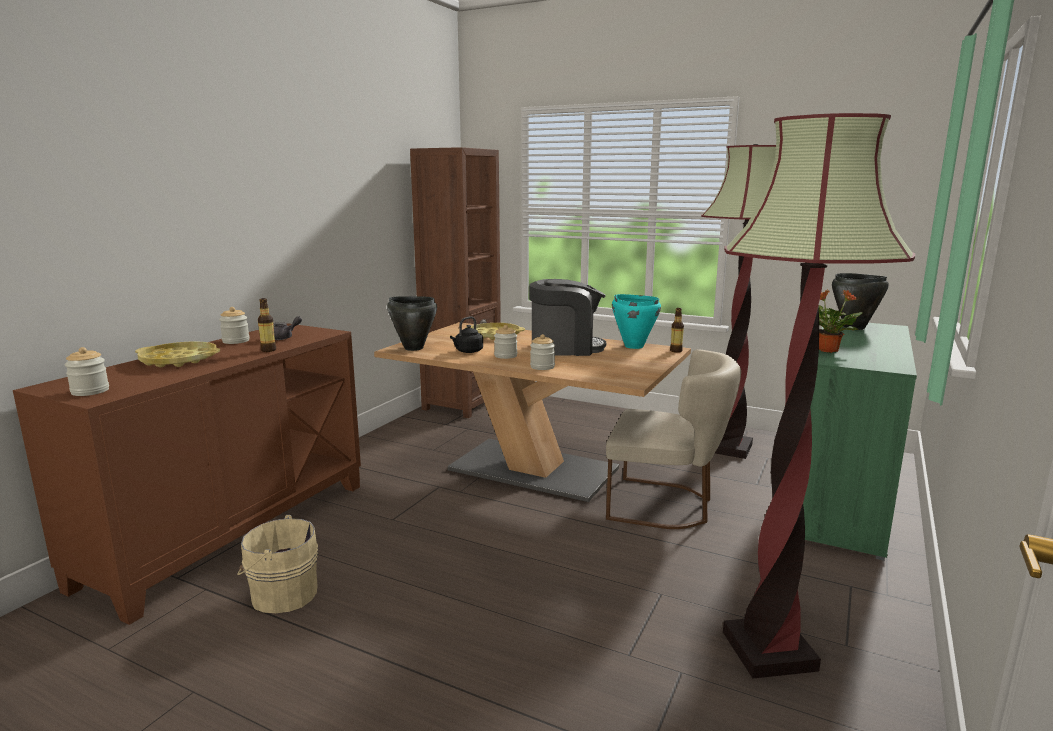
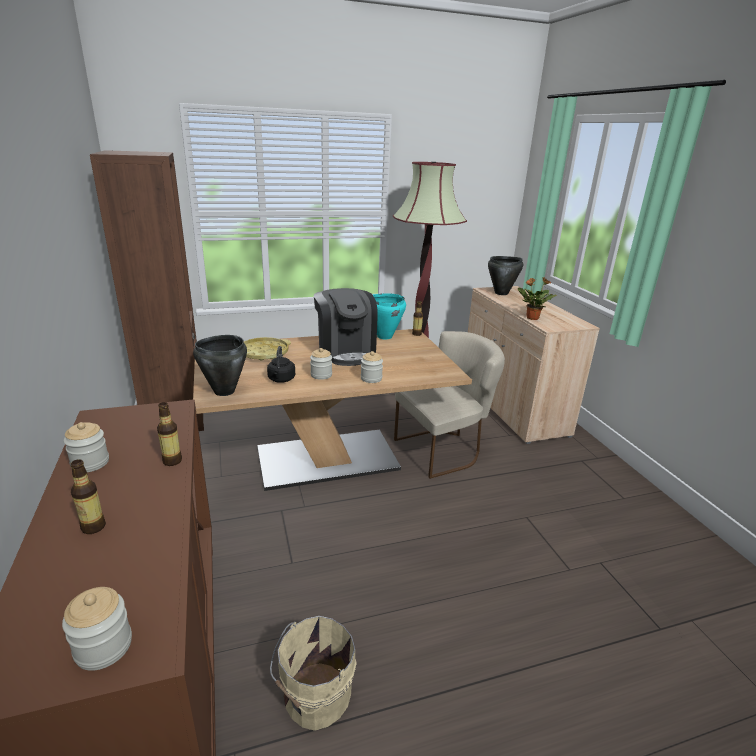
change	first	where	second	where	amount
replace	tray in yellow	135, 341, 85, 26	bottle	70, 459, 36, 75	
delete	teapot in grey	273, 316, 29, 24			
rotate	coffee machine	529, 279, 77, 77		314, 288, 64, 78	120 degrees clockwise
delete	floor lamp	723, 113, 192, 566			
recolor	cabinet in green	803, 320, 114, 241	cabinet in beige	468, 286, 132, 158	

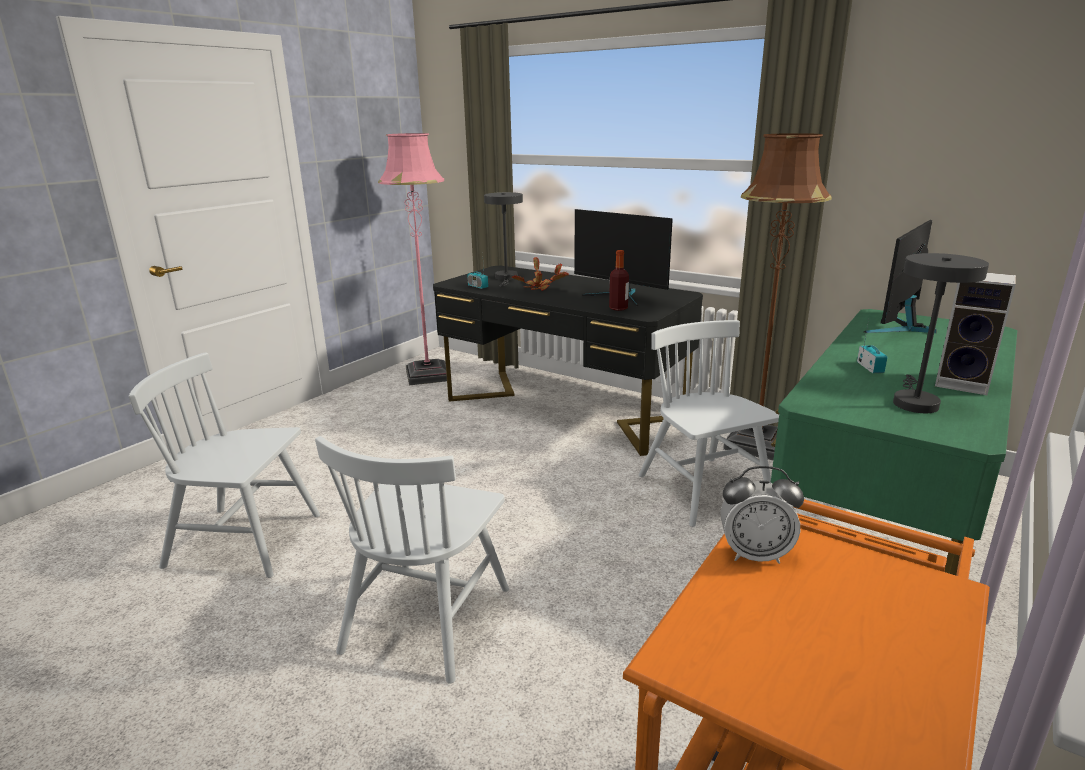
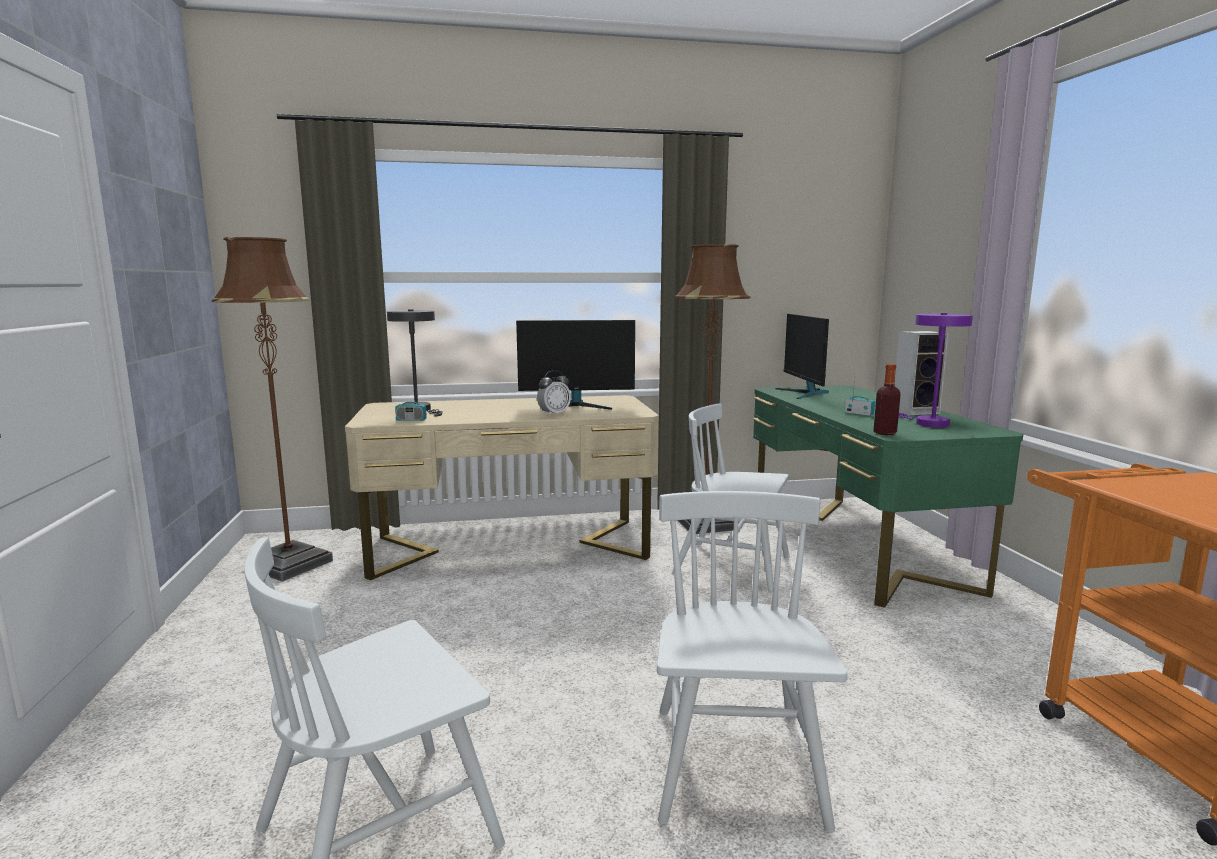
change	first	where	second	where	amount
rotate	chair in white	315, 436, 194, 248		657, 491, 191, 342	150 degrees counterclockwise
recolor	floor lamp in pink	378, 133, 69, 252	floor lamp in brown	212, 237, 121, 345	
recolor	desk in black	433, 266, 270, 190	desk in beige	345, 395, 314, 185	
delete	potted plant	512, 257, 57, 34			
move	bottle	609, 250, 20, 61		873, 364, 28, 71	
move	alarm clock	720, 466, 84, 98		537, 370, 34, 46	
recolor	table lamp in grey	893, 253, 96, 160	table lamp in purple	899, 313, 74, 115	

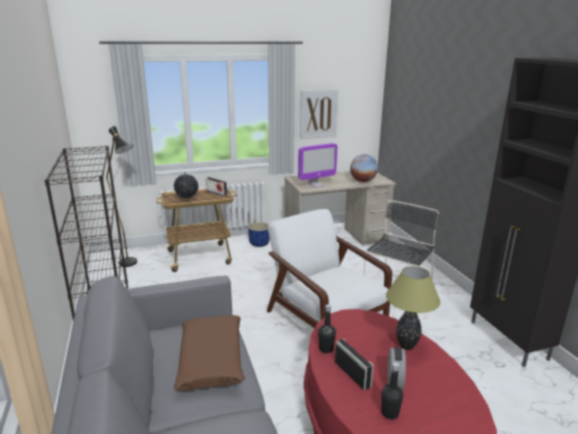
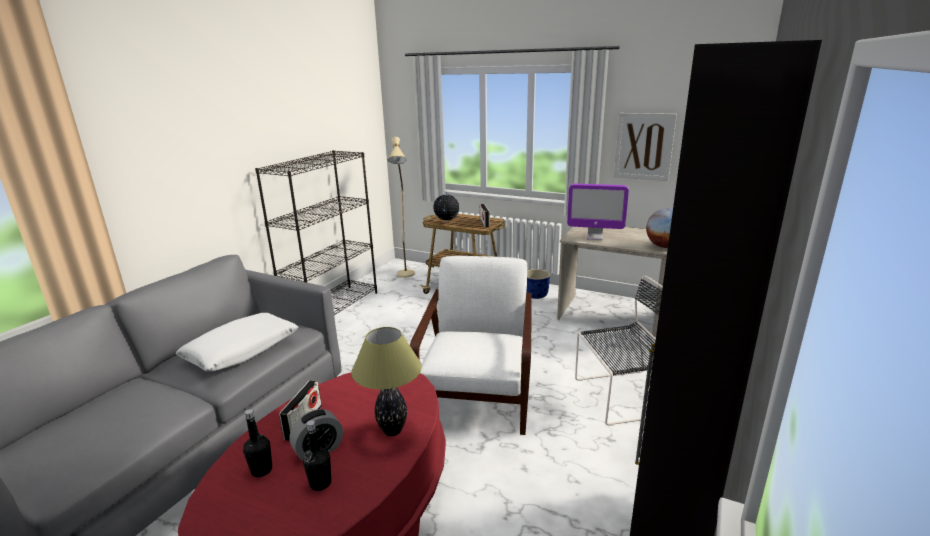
change	first	where	second	where	amount
recolor	floor lamp in black	106, 126, 31, 141	floor lamp in beige	387, 137, 28, 141	
recolor	pillow in brown	174, 315, 71, 75	pillow in white	176, 313, 122, 58	
move	bottle in black	318, 305, 18, 48		303, 420, 28, 71	

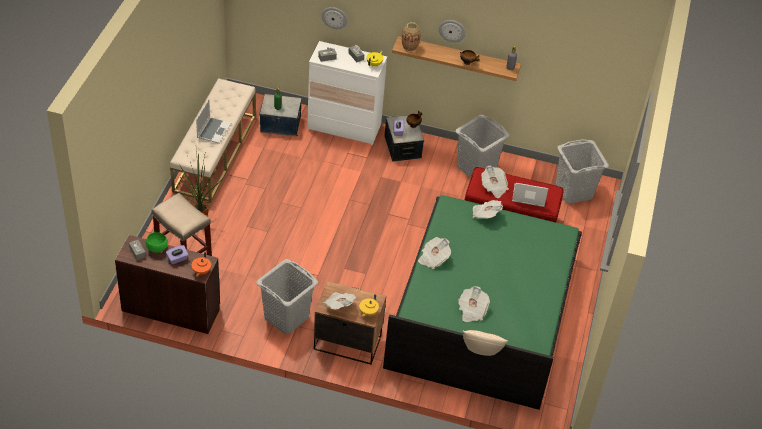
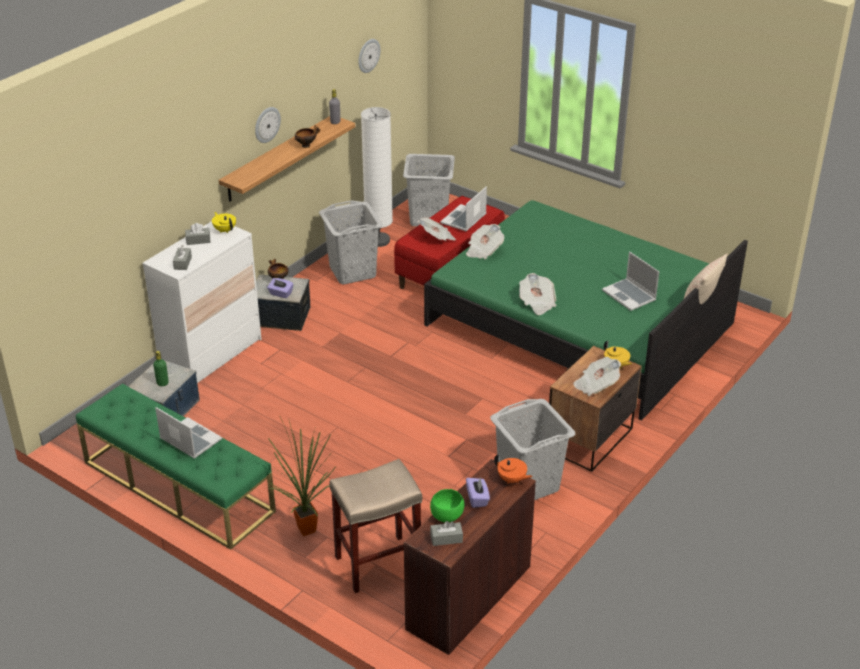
change	first	where	second	where	amount
recolor	bench in beige	170, 78, 86, 124	bench in green	76, 383, 200, 167	
move	wall clock	322, 7, 26, 22		358, 39, 23, 34	
delete	vase	402, 22, 19, 30			
replace	newspaper	458, 286, 32, 36	laptop	602, 251, 57, 60	
insert			floor lamp in white	361, 107, 32, 140	

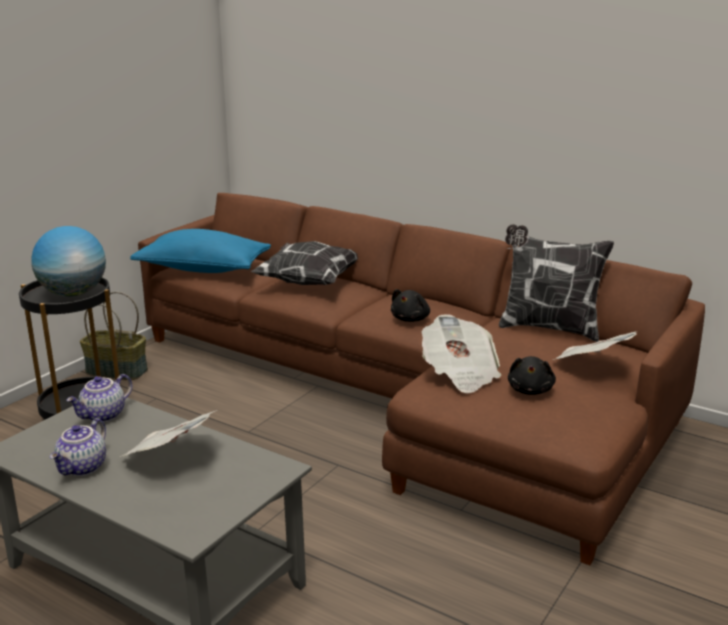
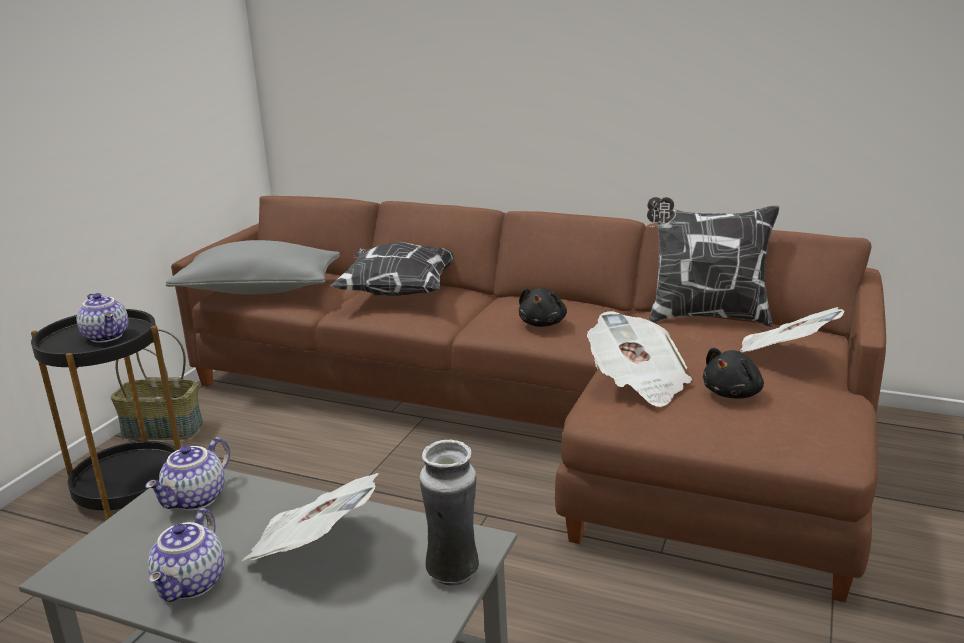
change	first	where	second	where	amount
replace	globe	31, 226, 75, 71	teapot	76, 293, 52, 50	
recolor	pillow in blue	130, 229, 141, 44	pillow in grey	166, 240, 174, 54	
rotate	plush toy in black	508, 356, 48, 39		703, 348, 61, 51	45 degrees clockwise
insert			vase	420, 440, 59, 146	

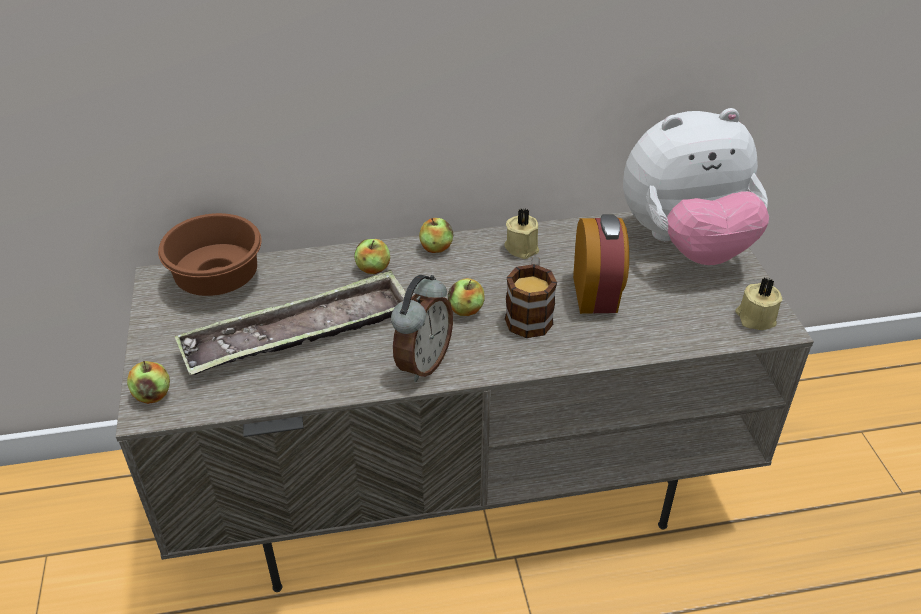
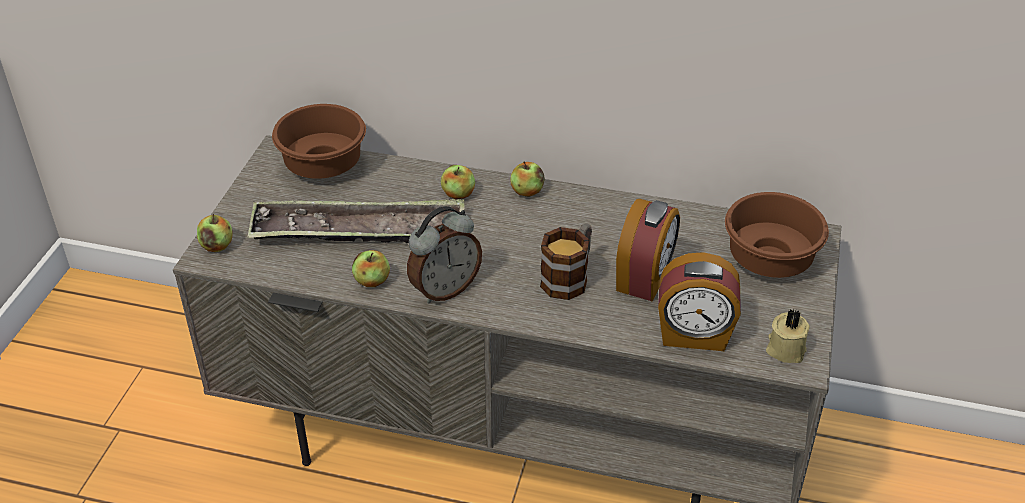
change	first	where	second	where	amount
move	apple	448, 278, 37, 38		352, 250, 38, 37	
delete	candle in beige	504, 208, 35, 51			
replace	plush toy	623, 108, 146, 157	bowl in brown	725, 192, 104, 86	
insert			alarm clock	658, 252, 83, 99	

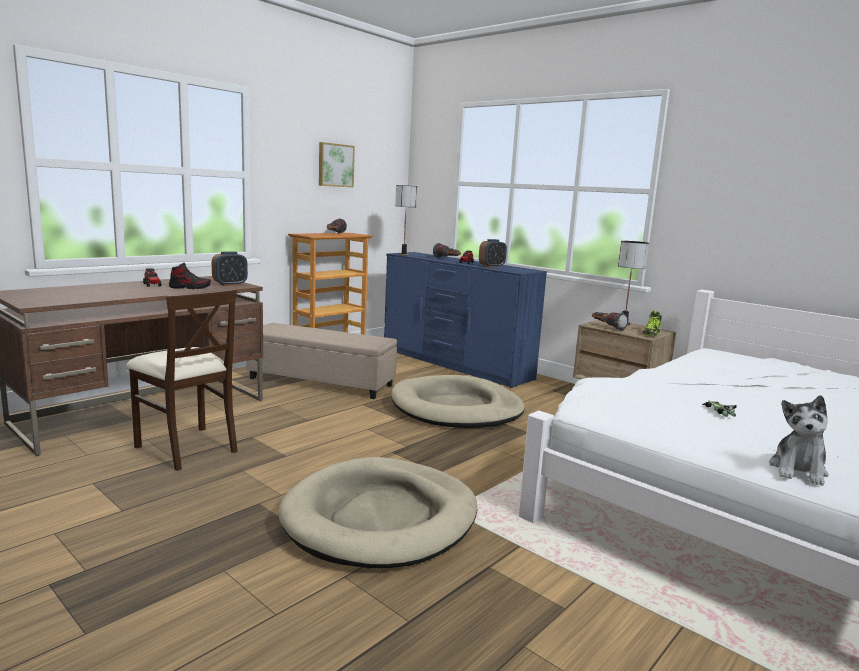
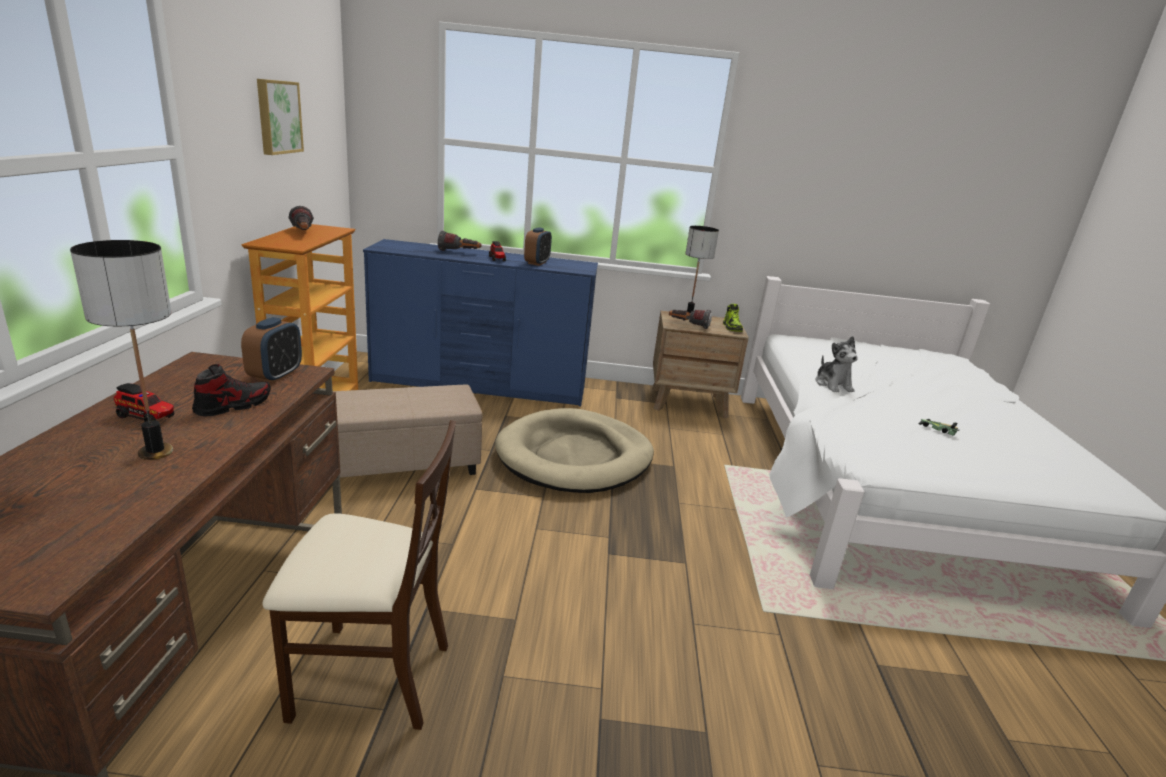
change	first	where	second	where	amount
delete	dog bed in beige	278, 457, 199, 111			
move	table lamp	395, 185, 23, 71		70, 240, 103, 220	
move	plush toy	769, 395, 60, 91		815, 336, 43, 56	

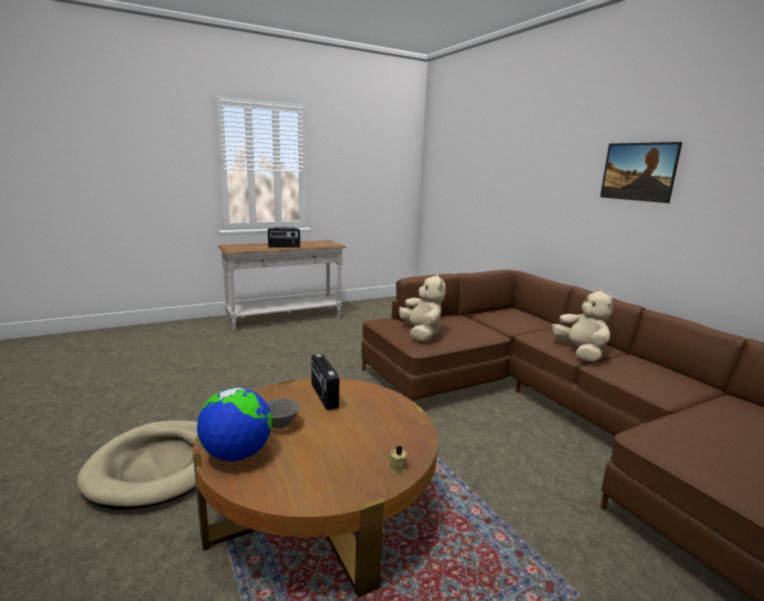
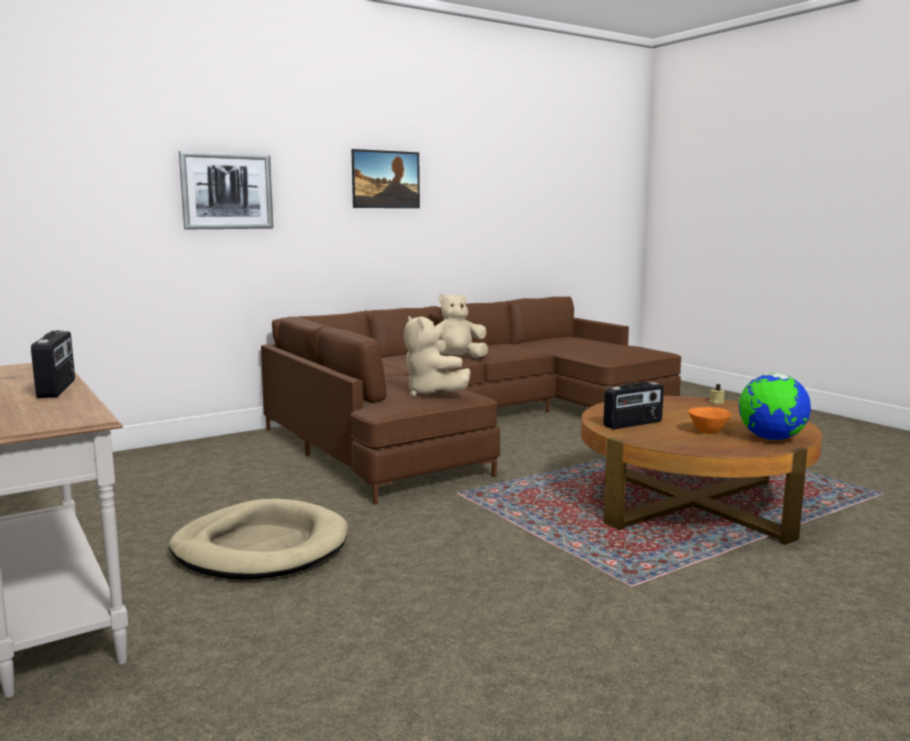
change	first	where	second	where	amount
move	dog bed in beige	76, 420, 122, 90		169, 499, 179, 80	
recolor	bowl in grey	266, 398, 34, 31	bowl in orange	688, 407, 43, 27	
rotate	plush toy in beige	399, 274, 47, 67		404, 316, 67, 81	105 degrees counterclockwise
insert			picture	179, 151, 95, 78	

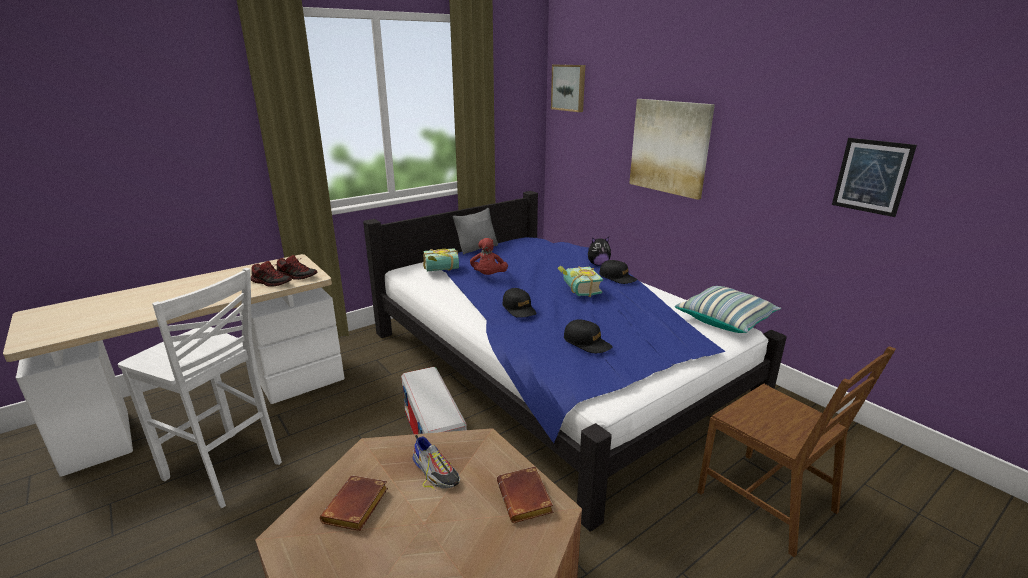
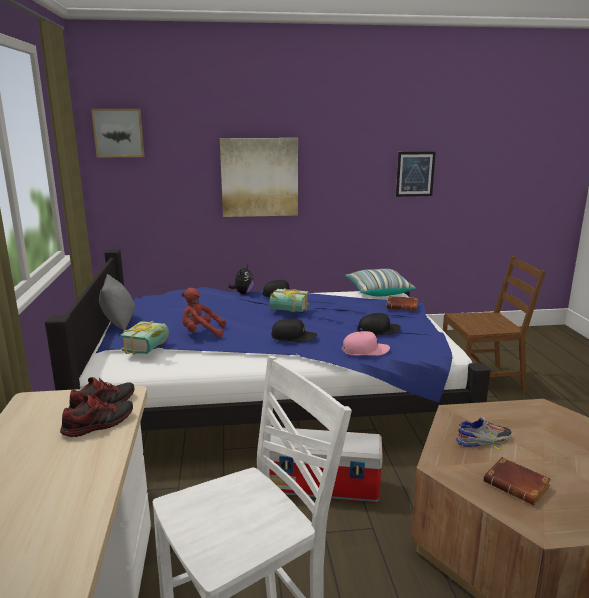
change	first	where	second	where	amount
rotate	plush toy in red	470, 238, 38, 37		181, 288, 45, 50	150 degrees clockwise
move	book in brown	497, 466, 56, 57		387, 296, 31, 15	
insert			cap in pink	342, 331, 48, 25	

